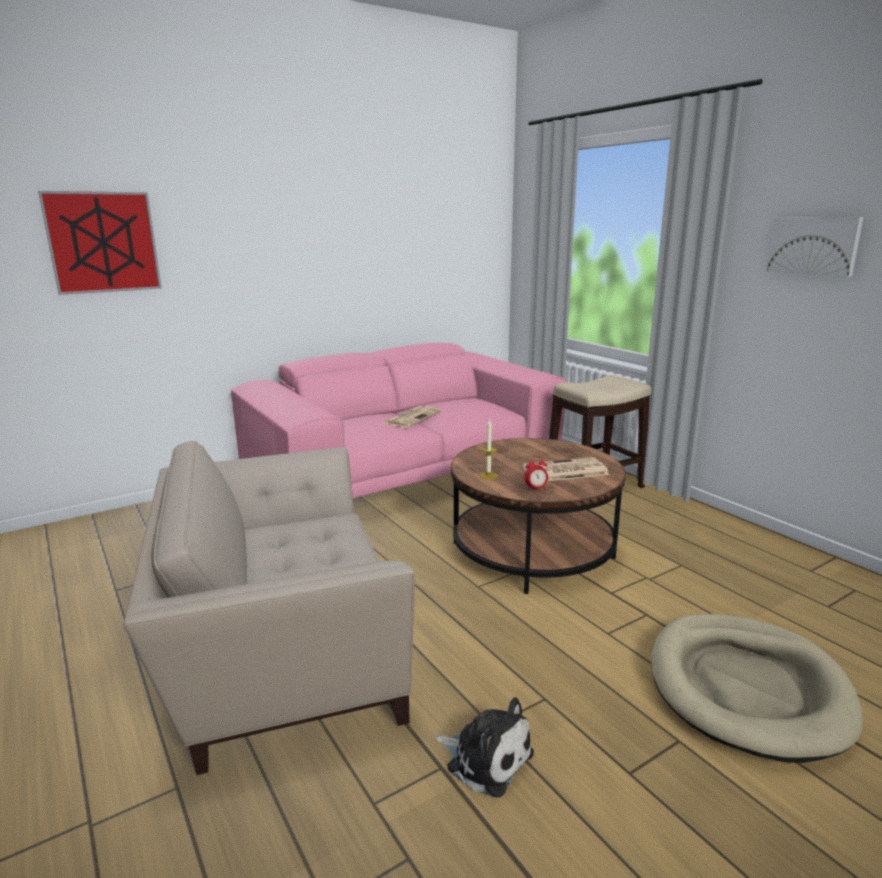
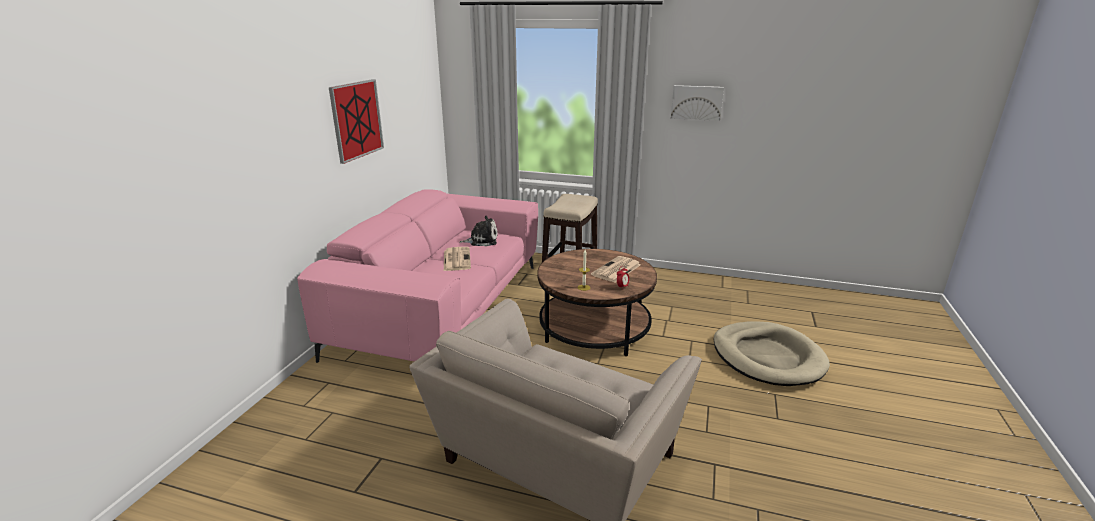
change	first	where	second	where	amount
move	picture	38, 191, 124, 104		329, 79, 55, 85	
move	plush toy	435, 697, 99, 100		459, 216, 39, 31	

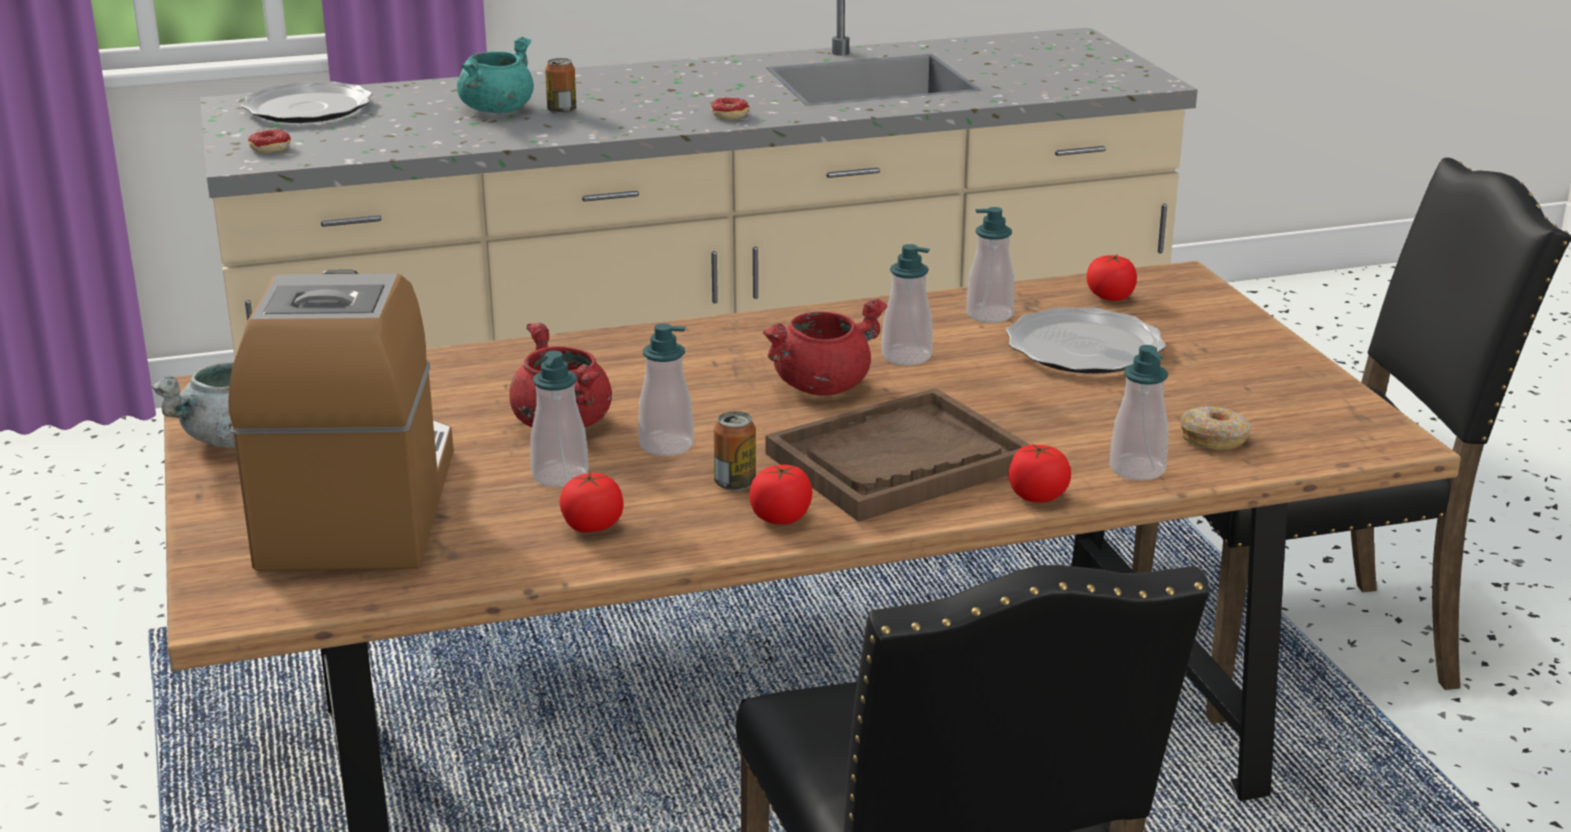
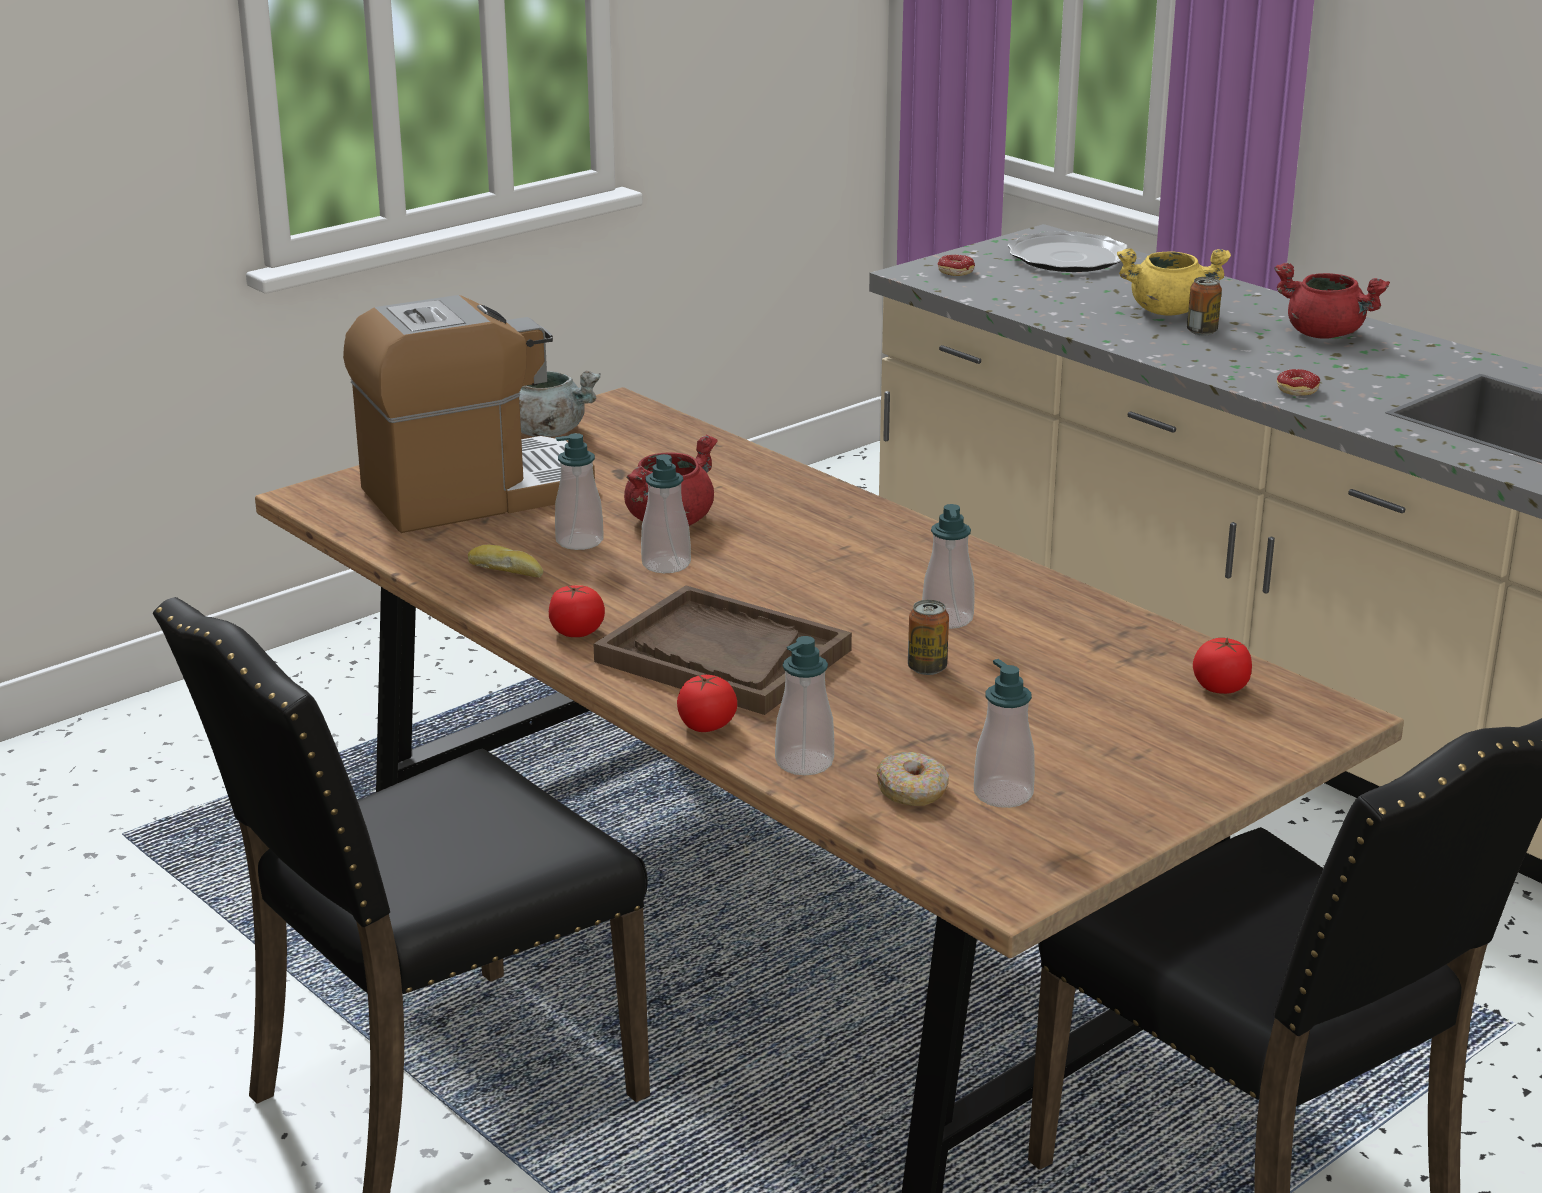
change	first	where	second	where	amount
recolor	cooking pot in turquoise	457, 37, 77, 76	cooking pot in yellow	1117, 248, 114, 68	
replace	tomato	560, 471, 64, 62	bread	468, 545, 75, 33	
move	can	714, 411, 42, 80		908, 600, 41, 75	
move	cooking pot in red	763, 299, 125, 97		1274, 263, 116, 76	
move	soap dispenser	966, 207, 48, 116		974, 659, 61, 149	
delete	plate	1006, 307, 160, 67			

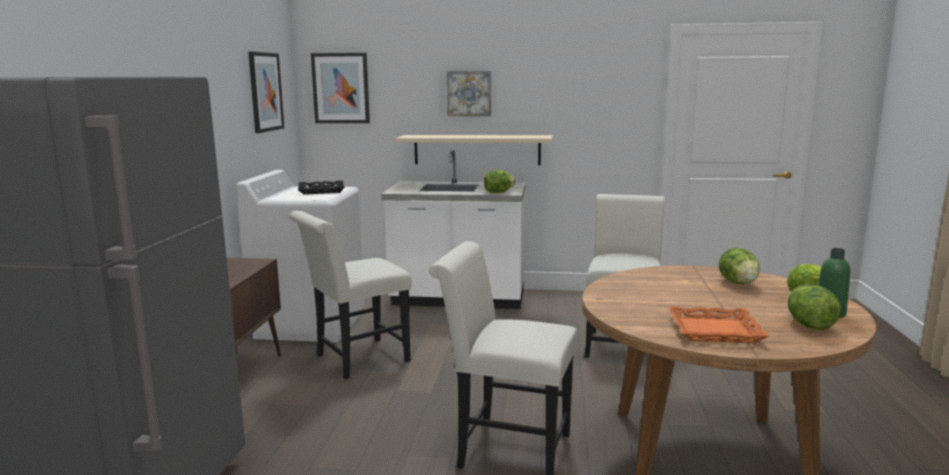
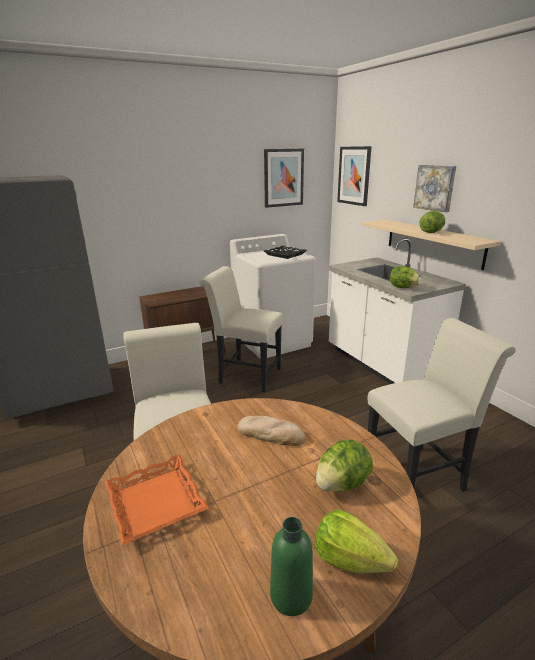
change	first	where	second	where	amount
move	lettuce	788, 284, 53, 46		420, 211, 25, 22	
insert			bread	237, 416, 69, 30	

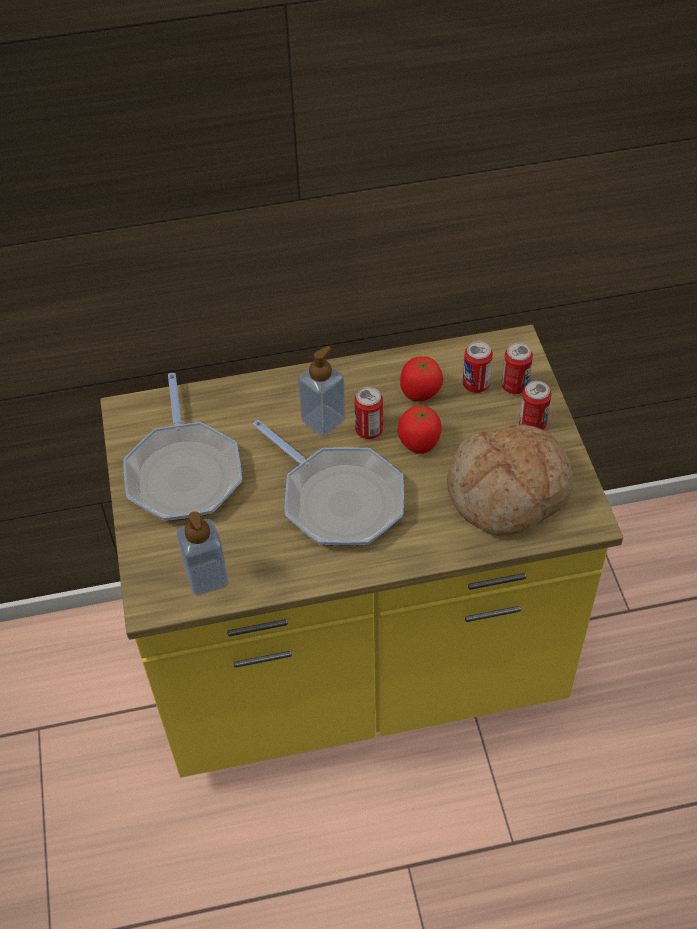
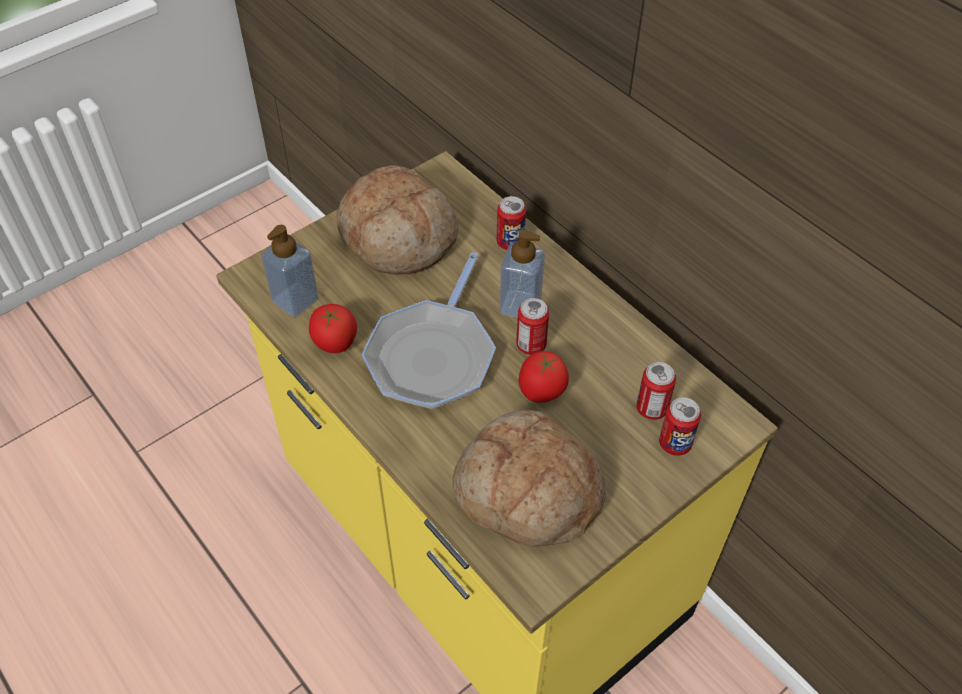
change	first	where	second	where	amount
replace	frying pan	123, 373, 119, 148	bread	337, 165, 122, 110	
move	tomato	400, 356, 43, 45		309, 304, 48, 49	
move	can	519, 381, 32, 49		496, 196, 30, 54	

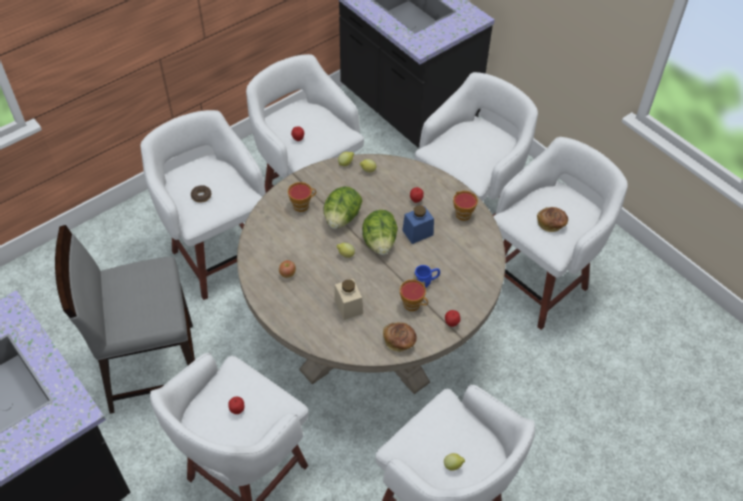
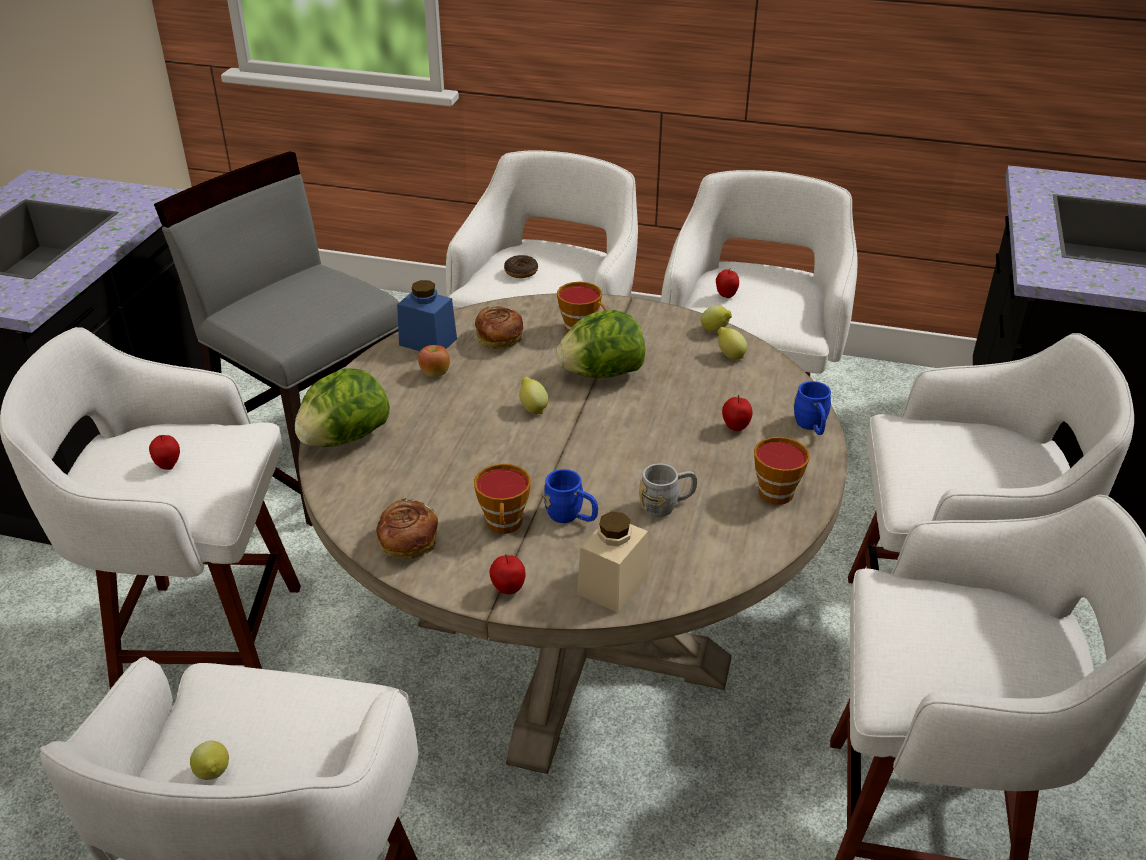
change	first	where	second	where	amount
move	jar in beige	334, 279, 29, 41		577, 512, 71, 101	
move	lettuce	362, 210, 36, 45		295, 368, 95, 79	
move	jar in blue	402, 205, 32, 39		397, 280, 60, 71	
move	bread	537, 207, 31, 25		475, 306, 48, 44	
insert			mug in grey	639, 463, 58, 54	
insert			mug in blue	794, 381, 37, 54	

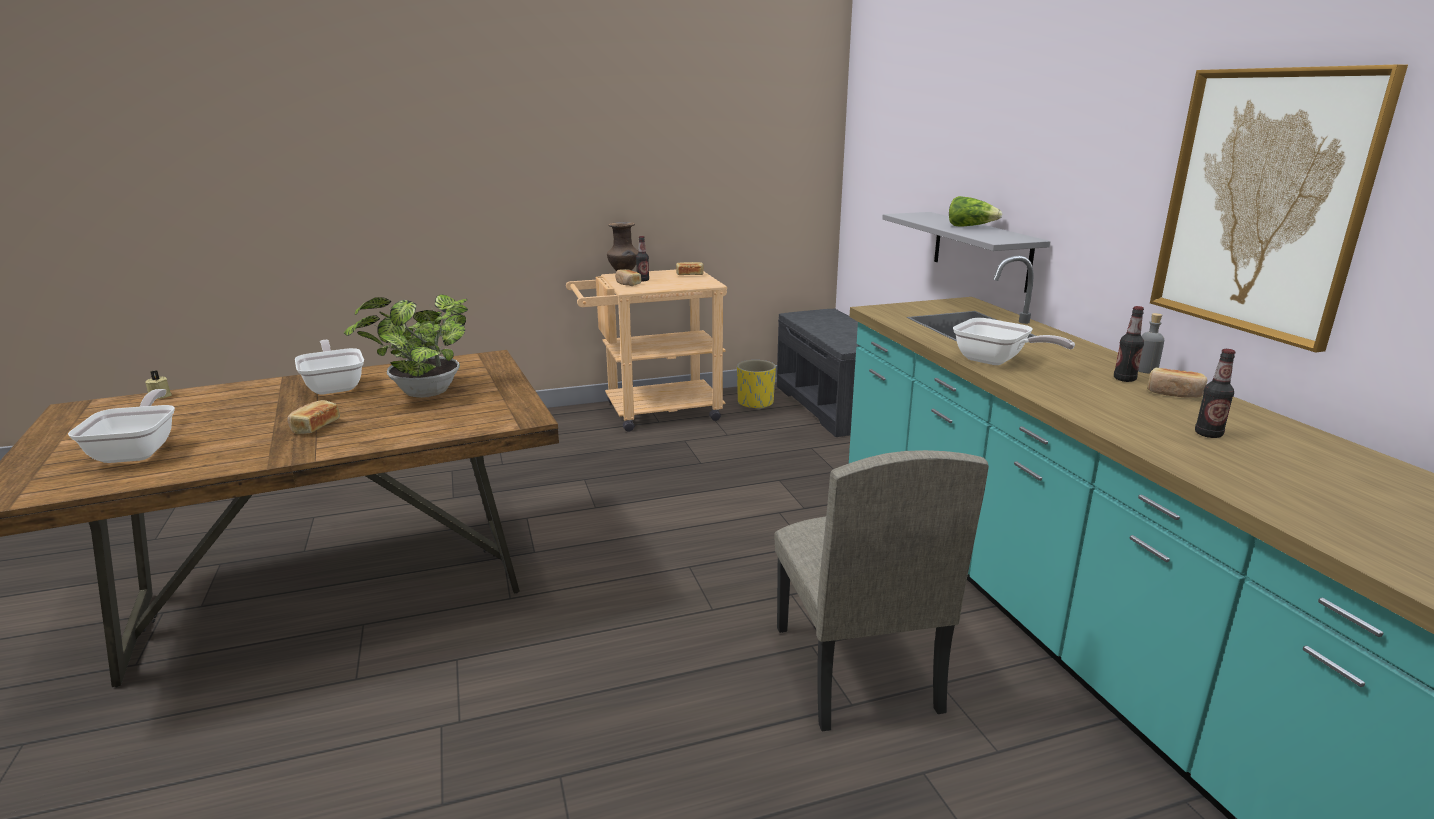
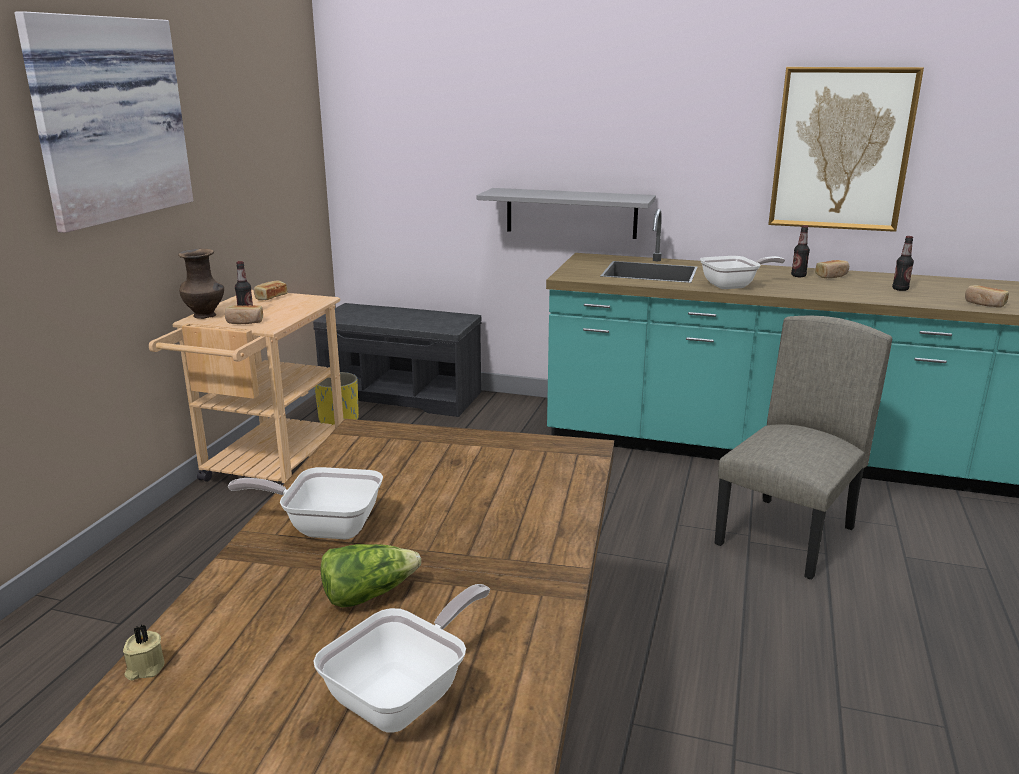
change	first	where	second	where	amount
rotate	frying pan	68, 389, 107, 74		313, 584, 177, 149	105 degrees clockwise
move	bread	287, 400, 53, 34		965, 285, 44, 23	
delete	potted plant	344, 294, 124, 104			
rotate	chair in beige	775, 450, 214, 281		714, 315, 178, 265	75 degrees counterclockwise
move	lettuce	949, 196, 53, 30		320, 544, 101, 63	
delete	bottle in grey	1138, 313, 26, 61			
insert			picture	15, 11, 178, 222	

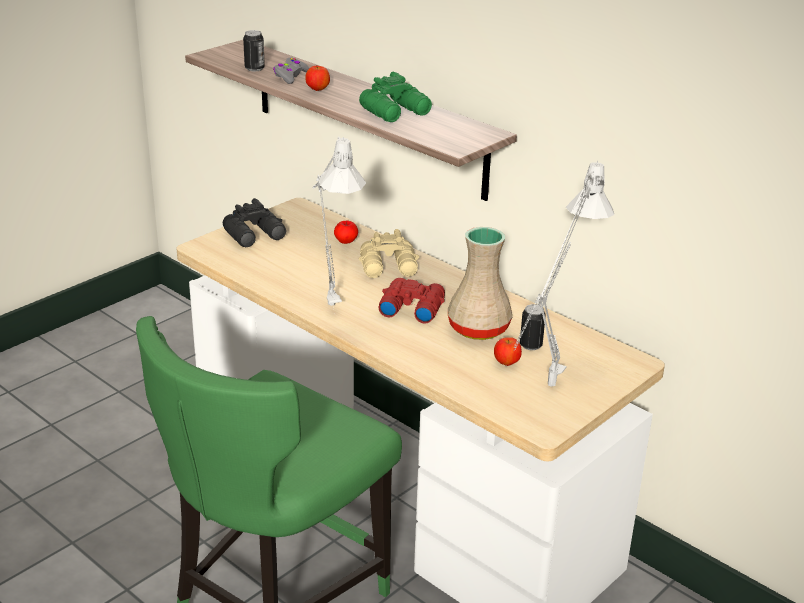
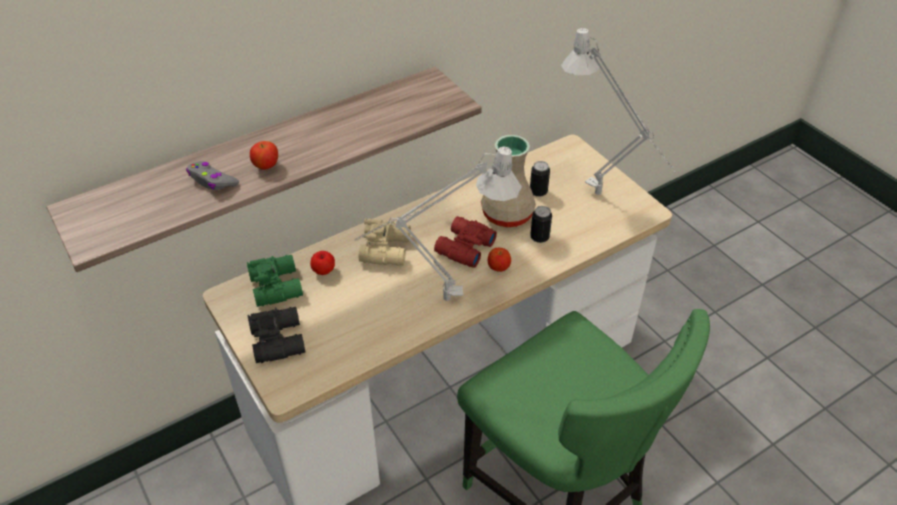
change	first	where	second	where	amount
move	can	243, 30, 22, 41		530, 206, 22, 37	
move	binoculars in green	359, 71, 73, 51		247, 255, 56, 52	
move	apple	494, 337, 28, 29		488, 248, 23, 24	

